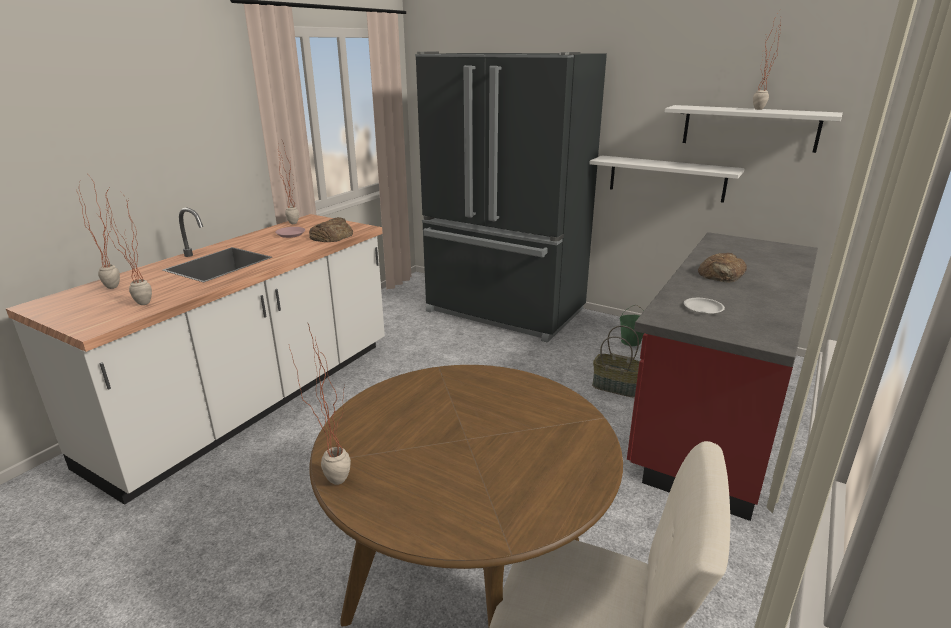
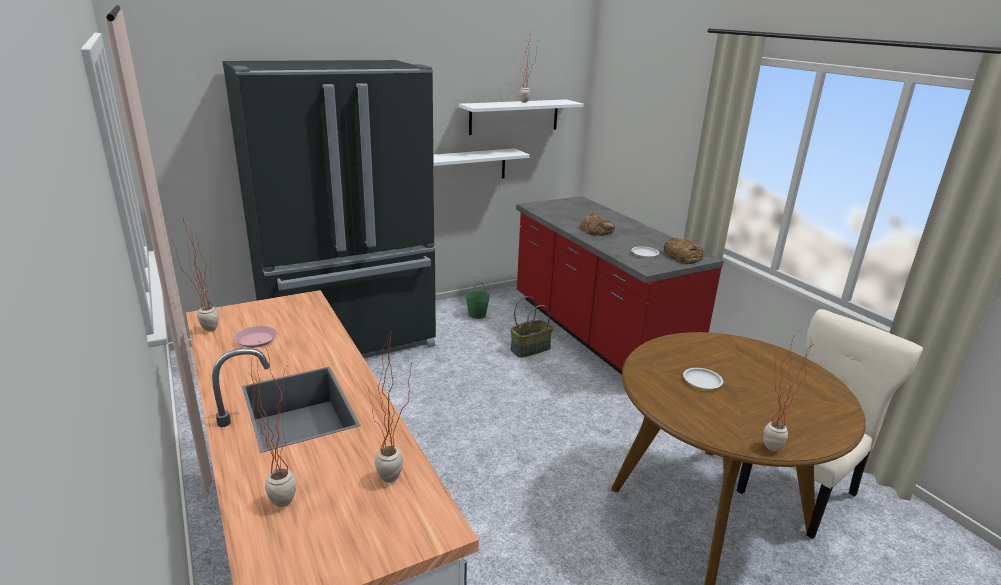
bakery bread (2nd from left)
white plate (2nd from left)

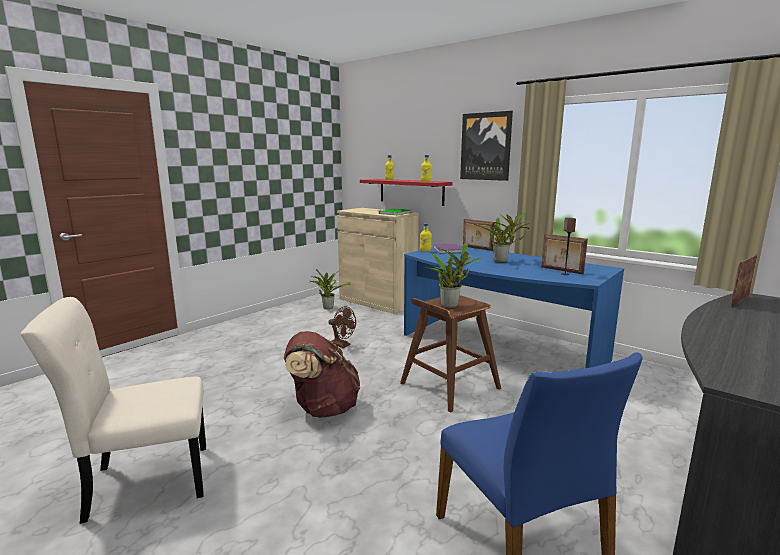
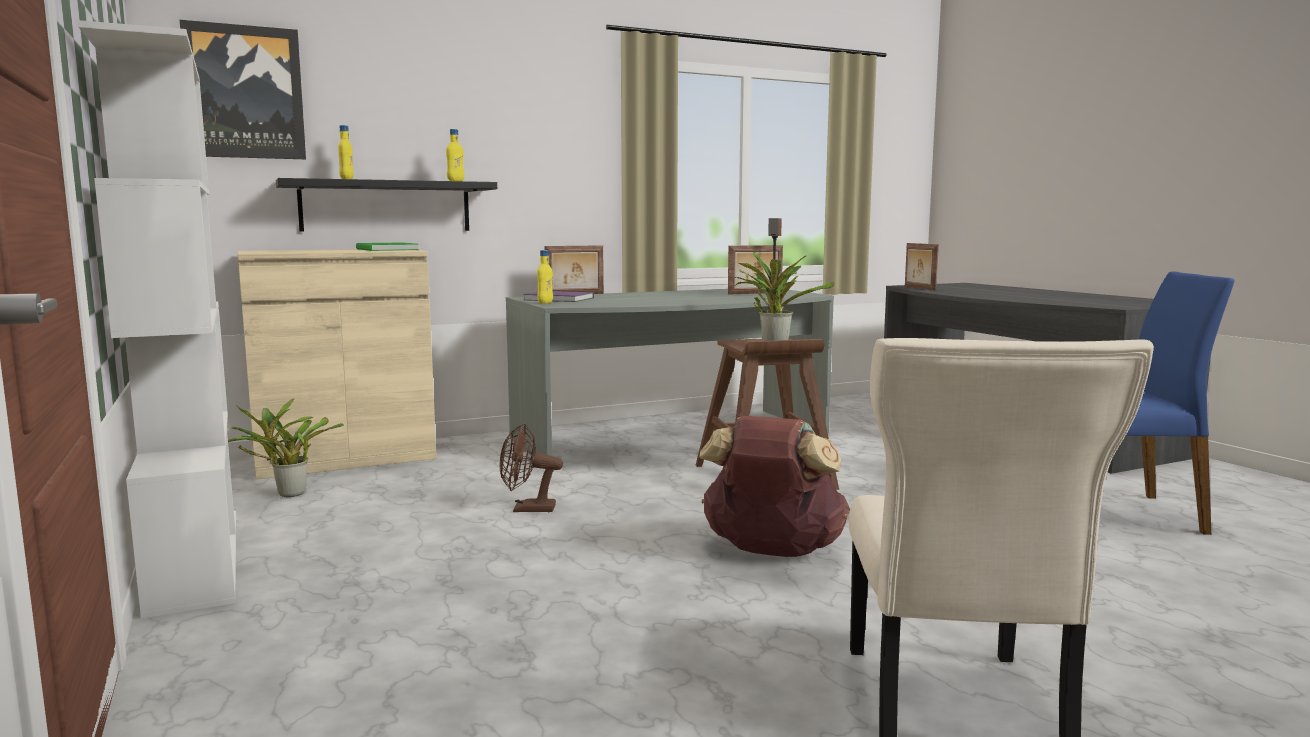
brownish fan
blackish bracket shelf
gray desk unit (1st from left)
picture
potted plant (3rd from left in the first image)
white bookshelf

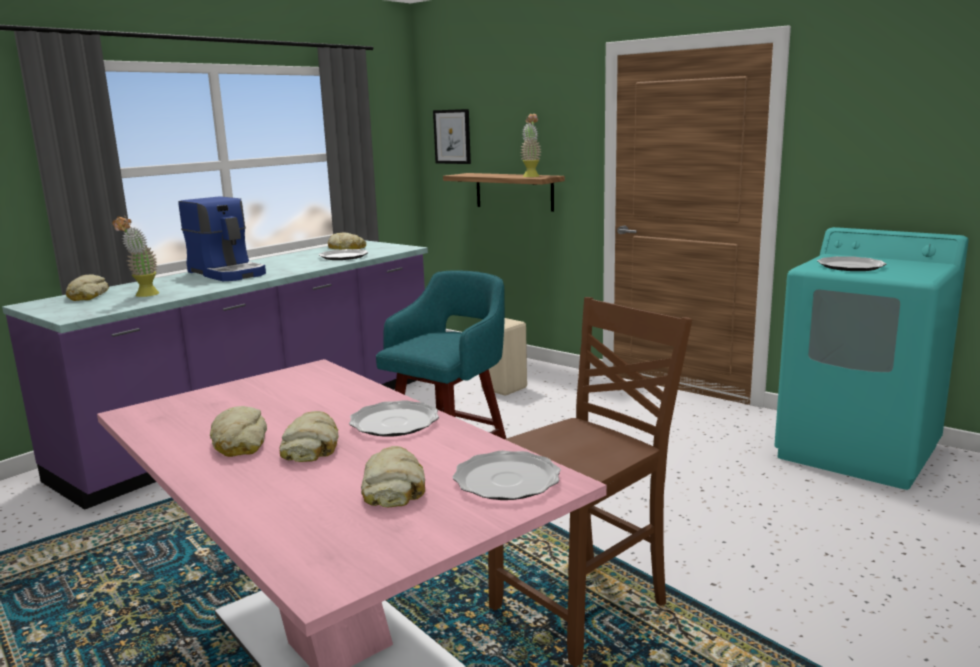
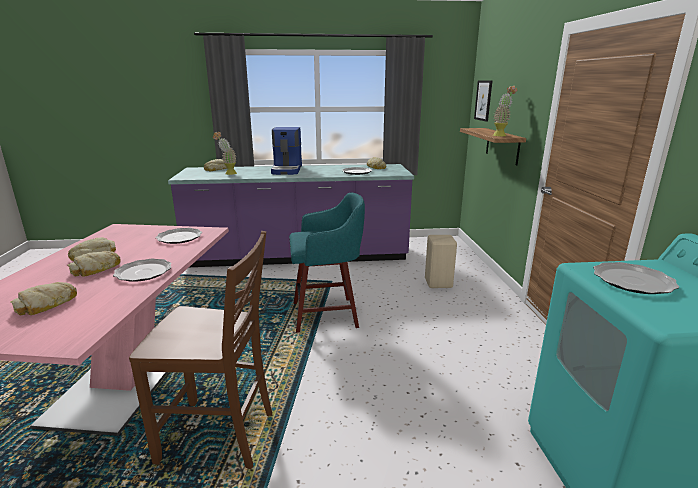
plate (2nd from left)

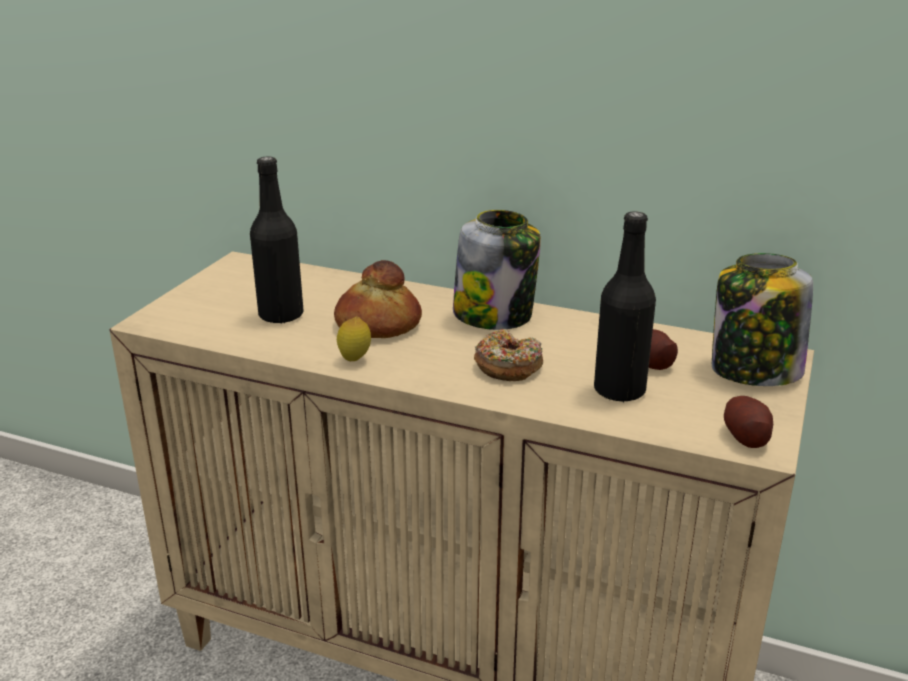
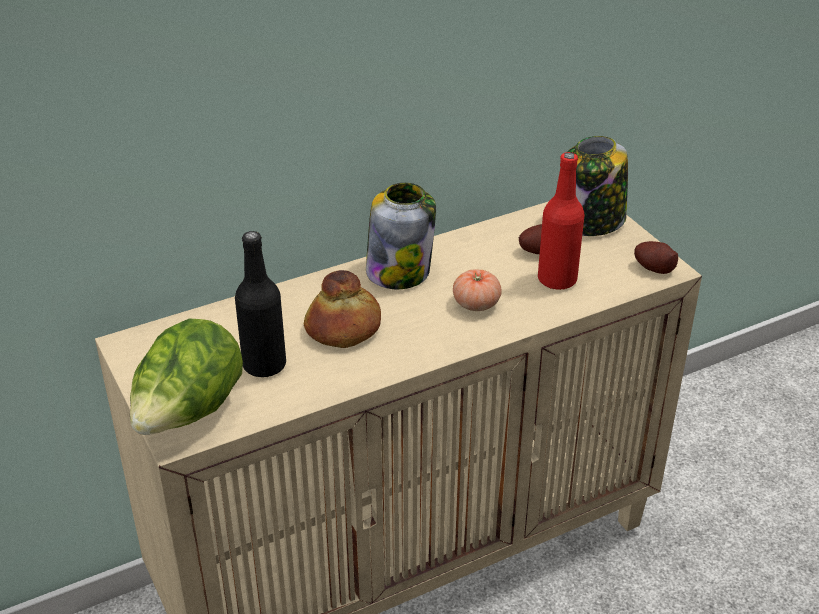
whole lemon
tomato
red-coloured bottle
lettuce head

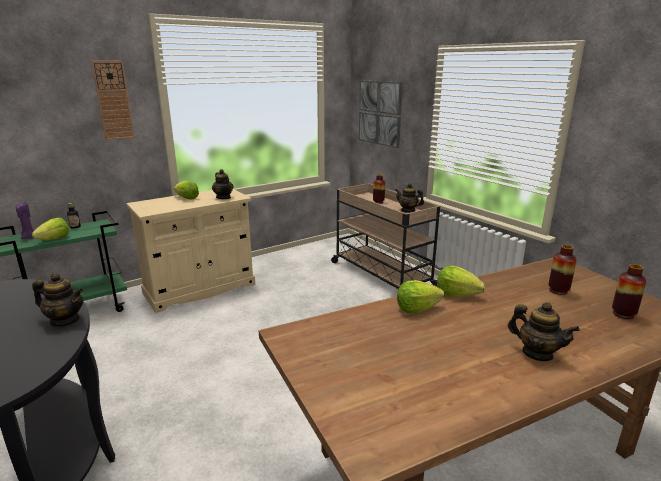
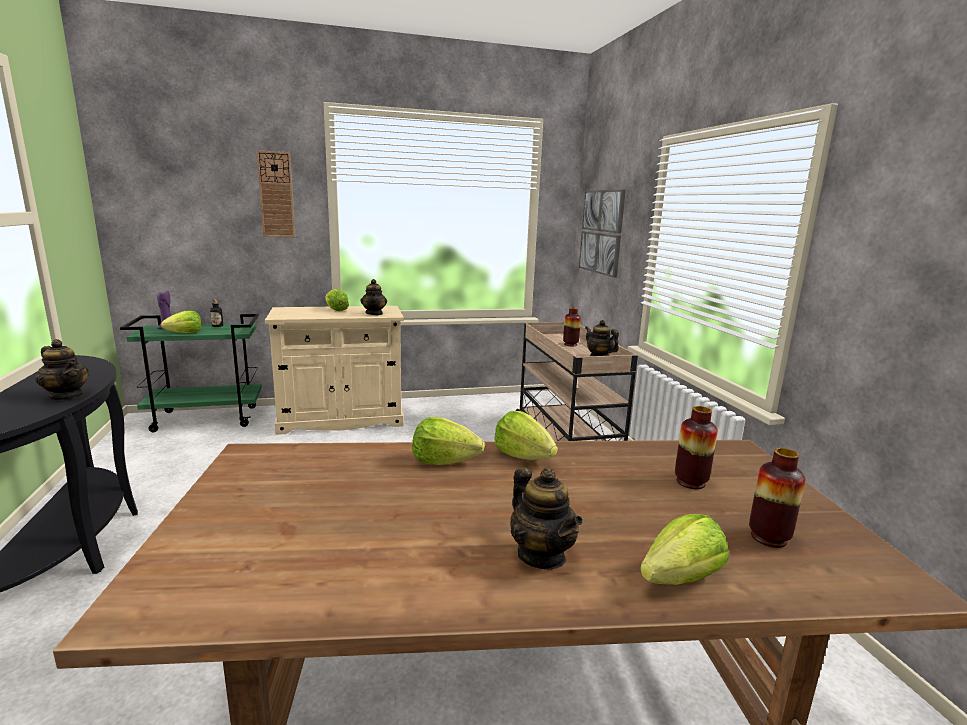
lettuce head (5th from left)

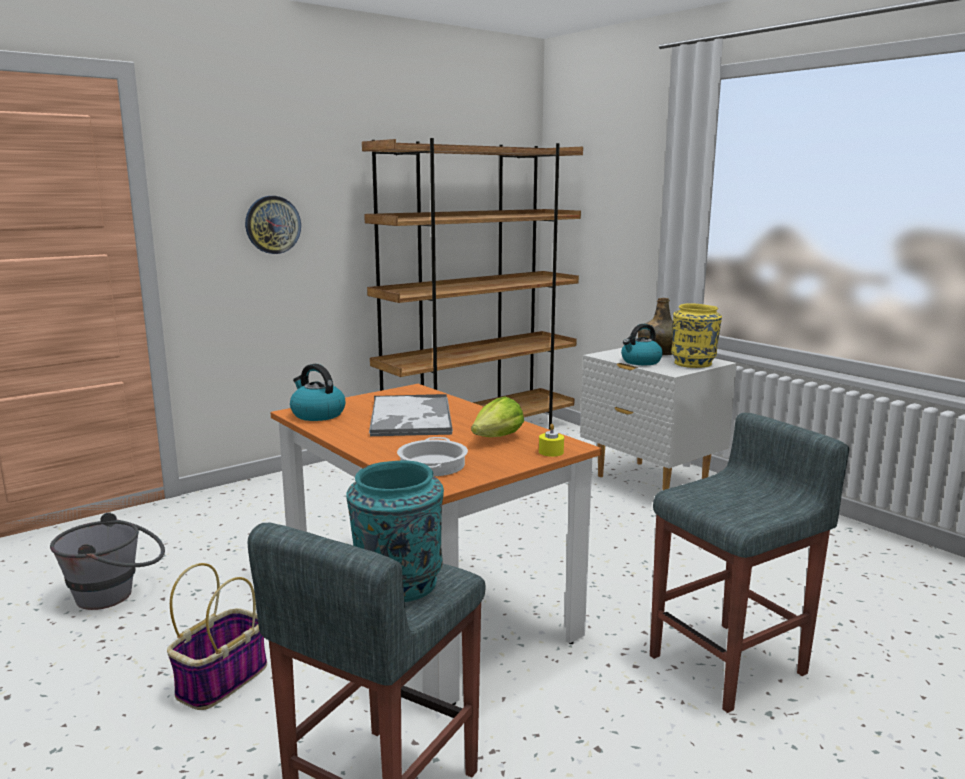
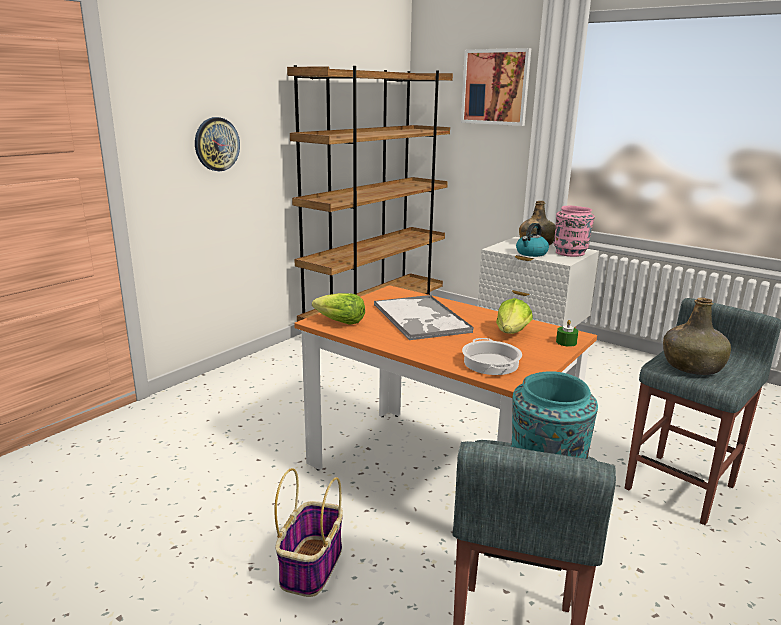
gray pail
lettuce head (1st from left)
green-coloured candle
pinkish flower vase
picture
green-coloured bottle (2nd from left)

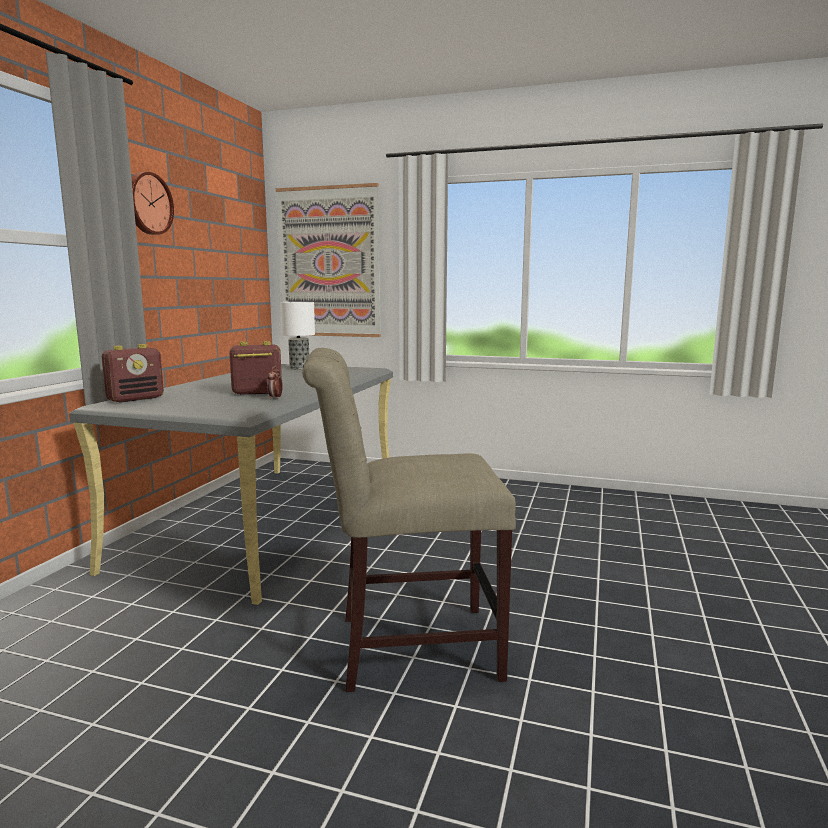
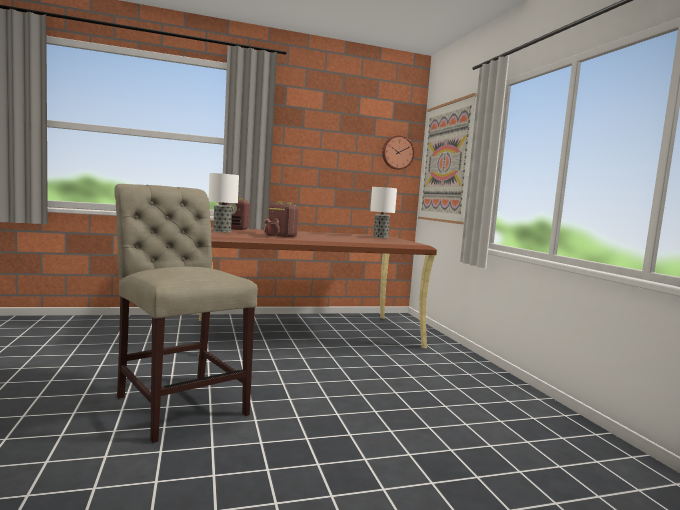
brownish desk unit
hanging clock
tabletop lamp (1st from left)

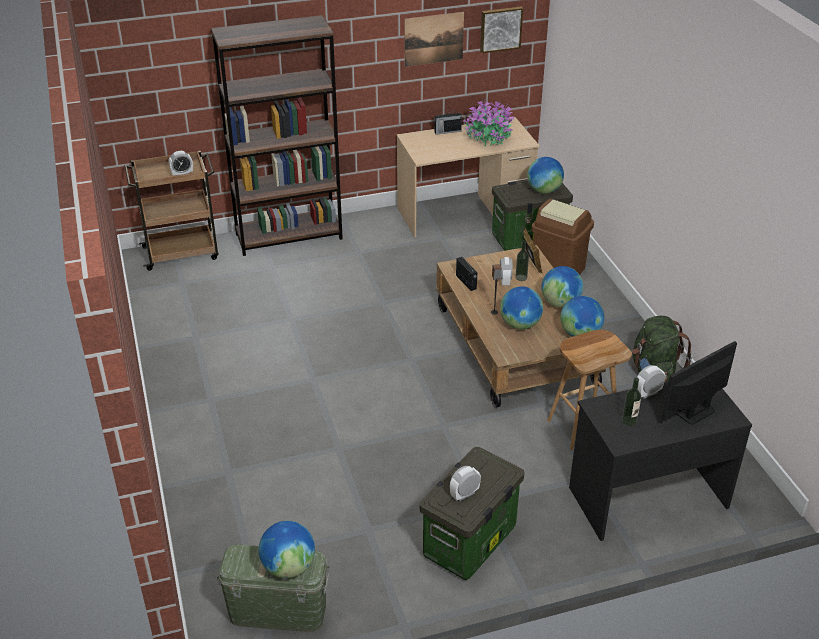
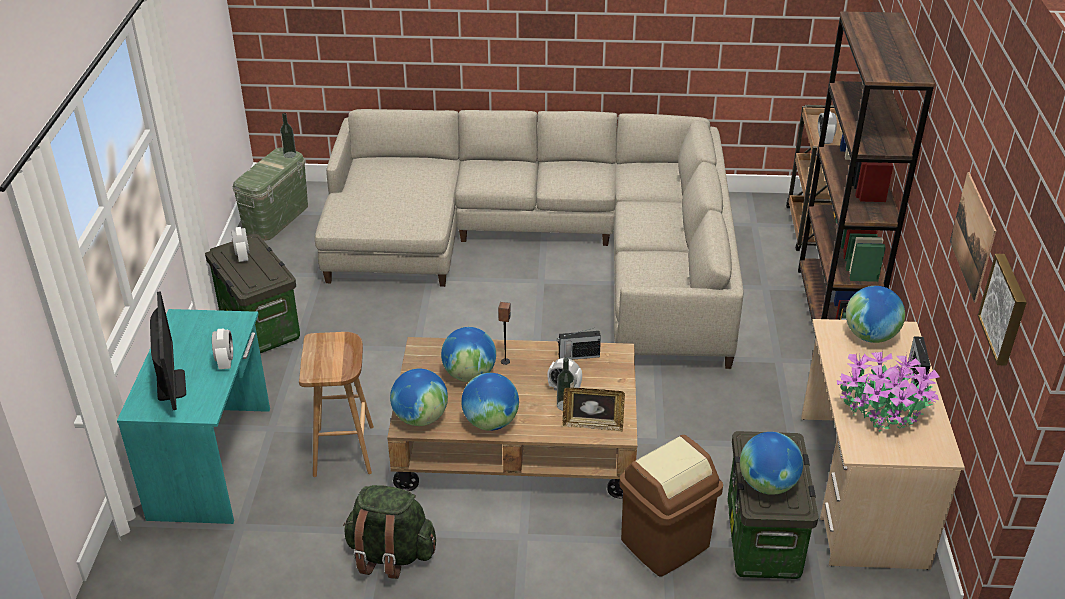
desk globe (5th from left)
turquoise desk unit
bottle (1st from left)
beige settee

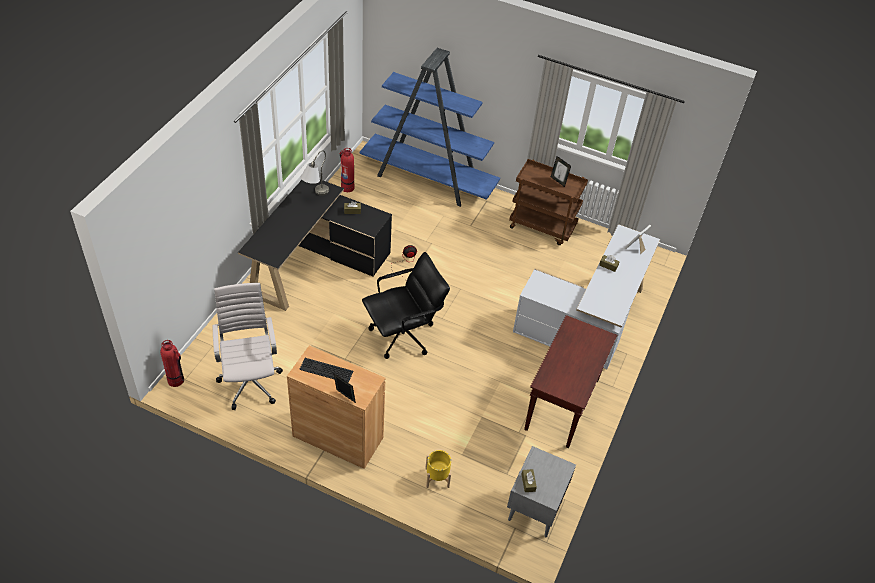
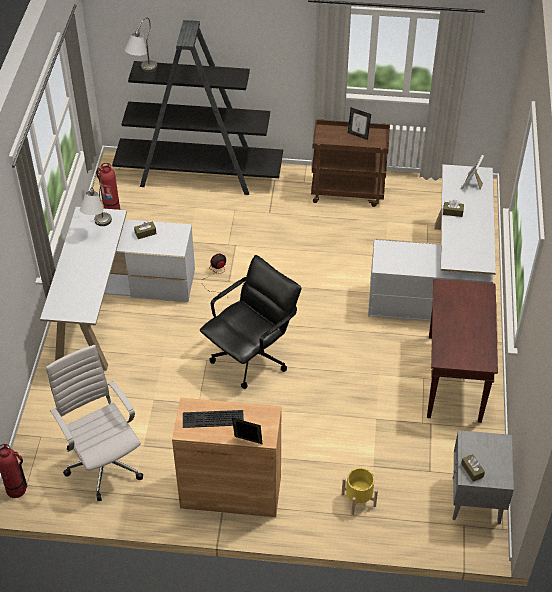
white desk unit (1st from left)
blackish bookshelf
gray tabletop lamp (2nd from left)

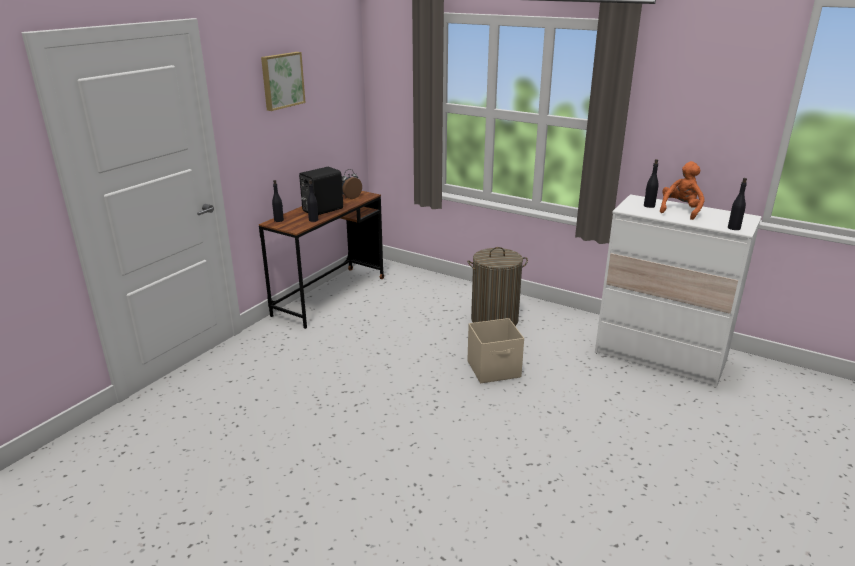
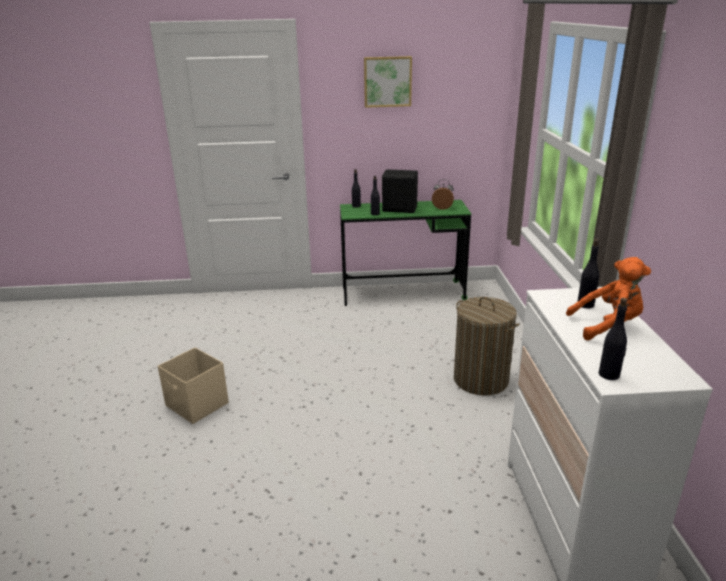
green-coloured desk unit
beige storage container

